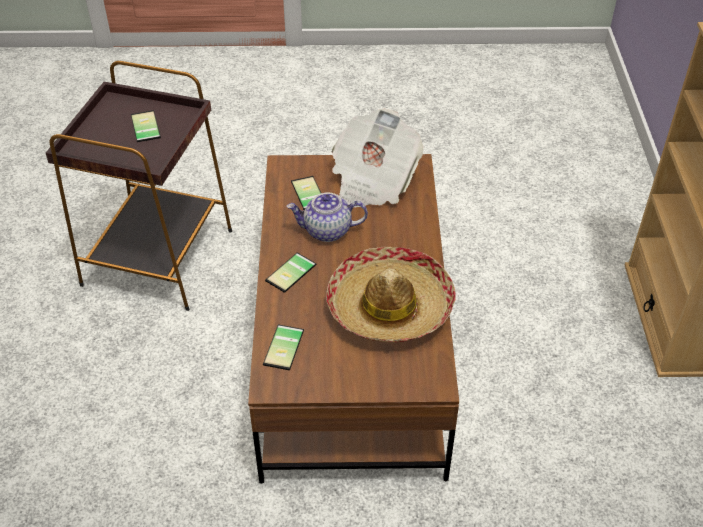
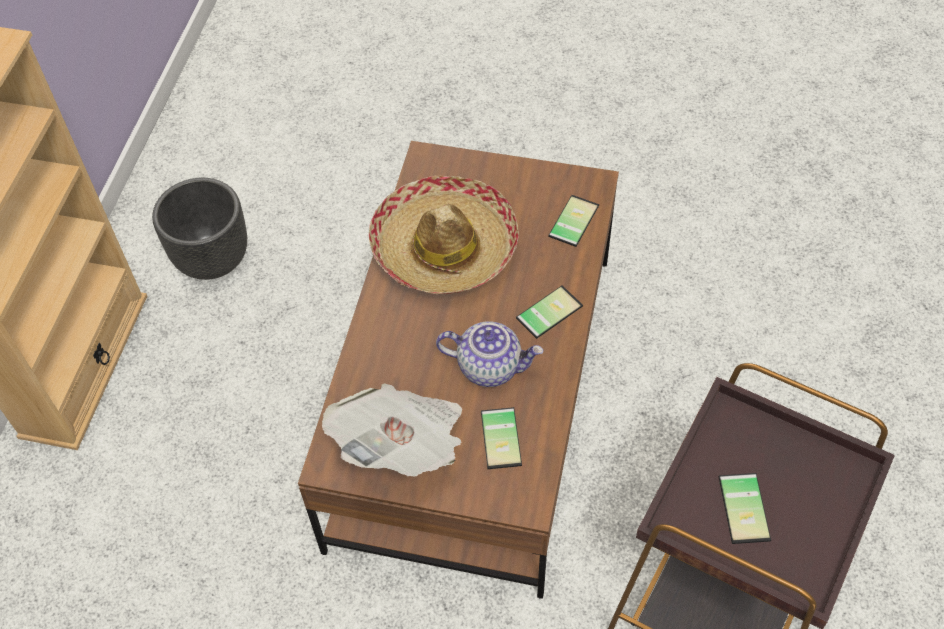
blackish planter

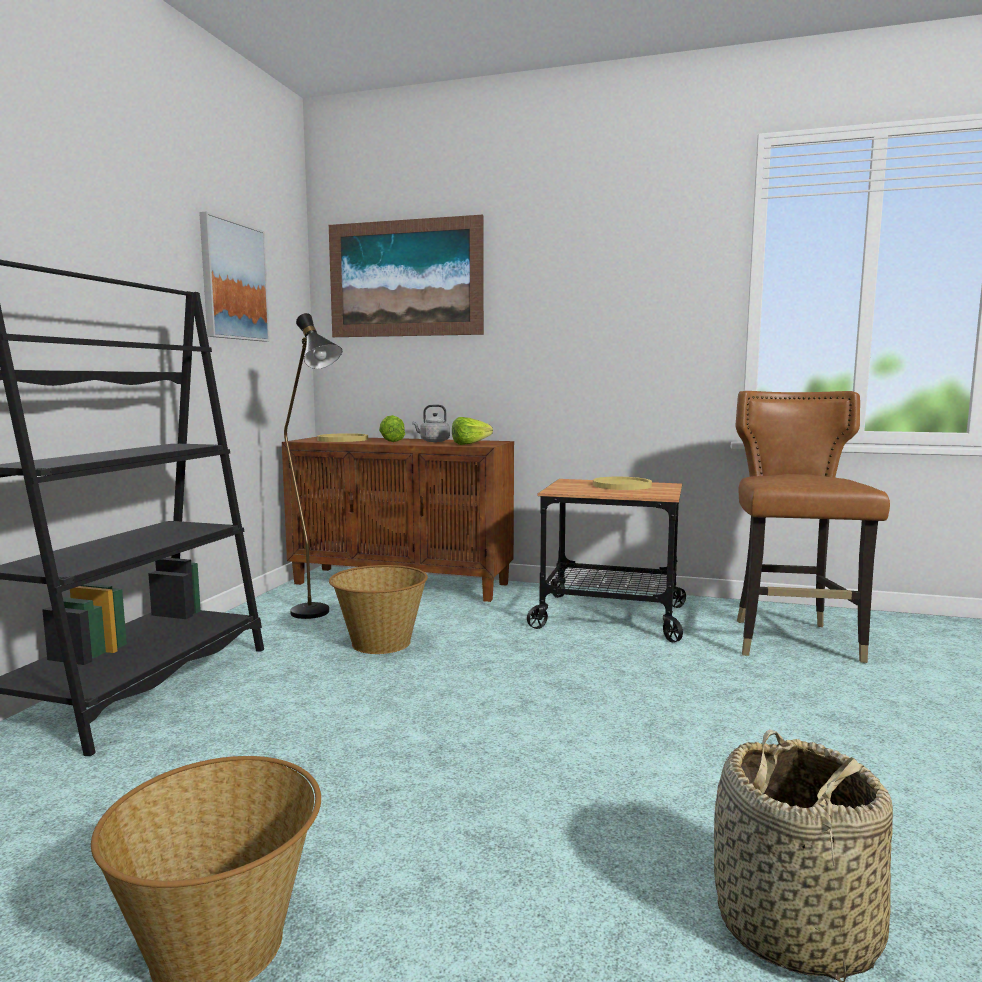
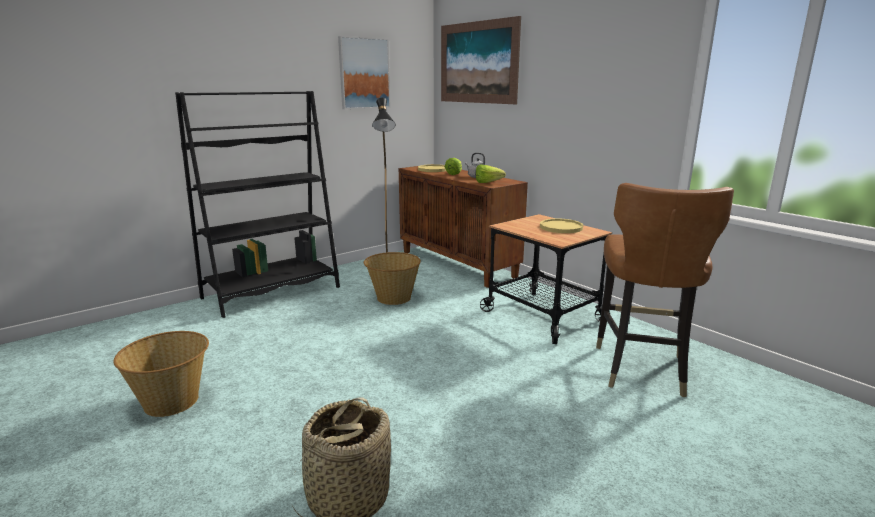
brownish chair

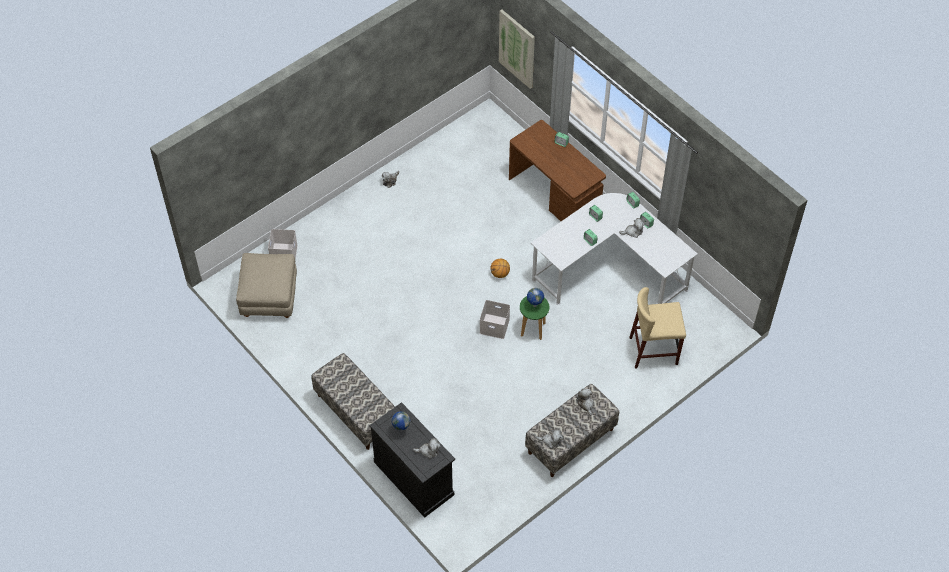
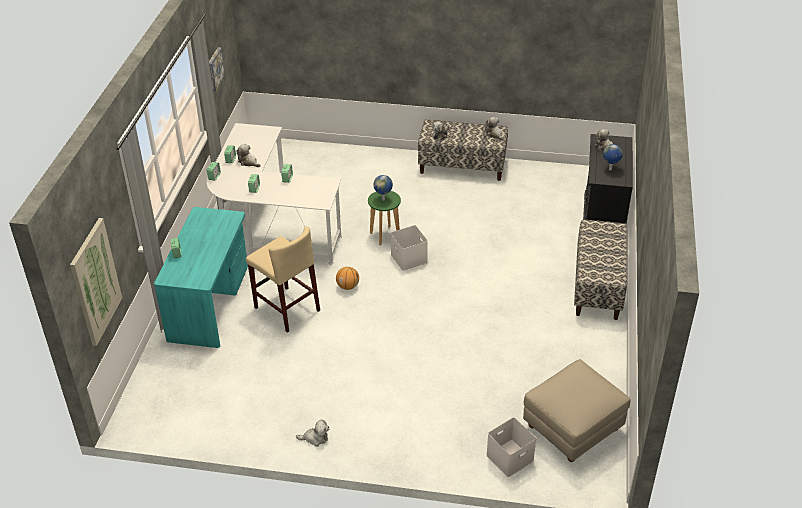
turquoise desk unit
beige sitting stool
picture (2nd from left)

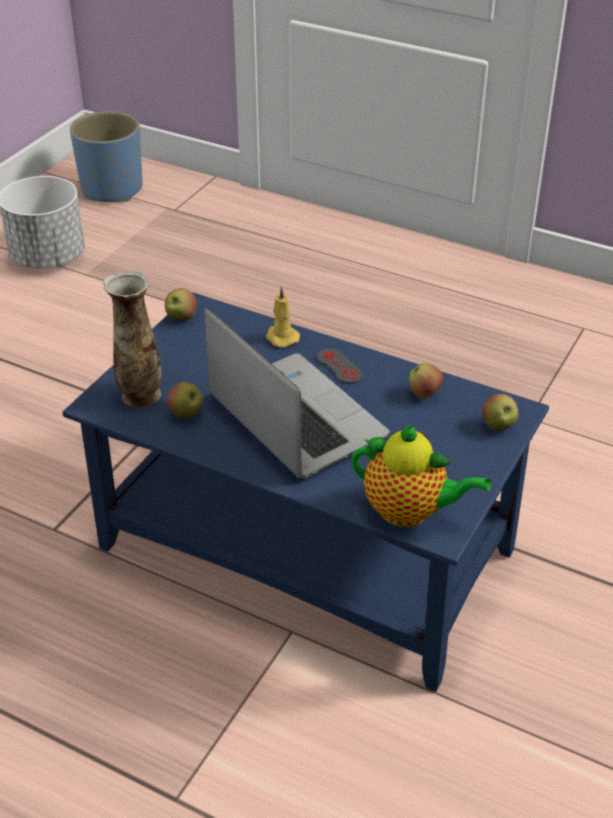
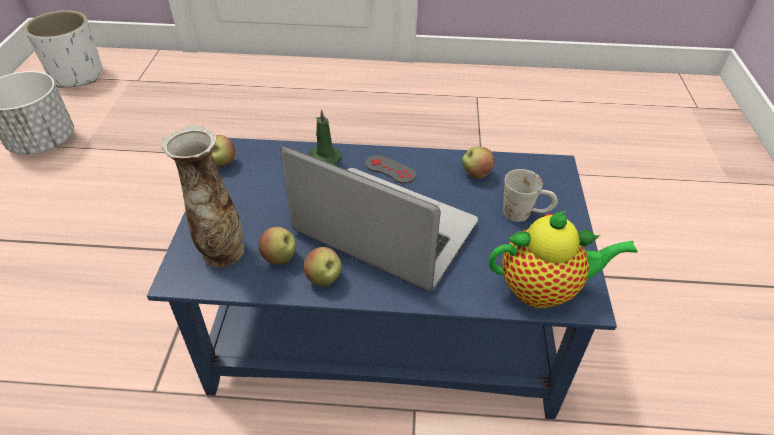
white planter (2nd from left)
green-coloured candle
apple (3rd from left)
white coffee mug

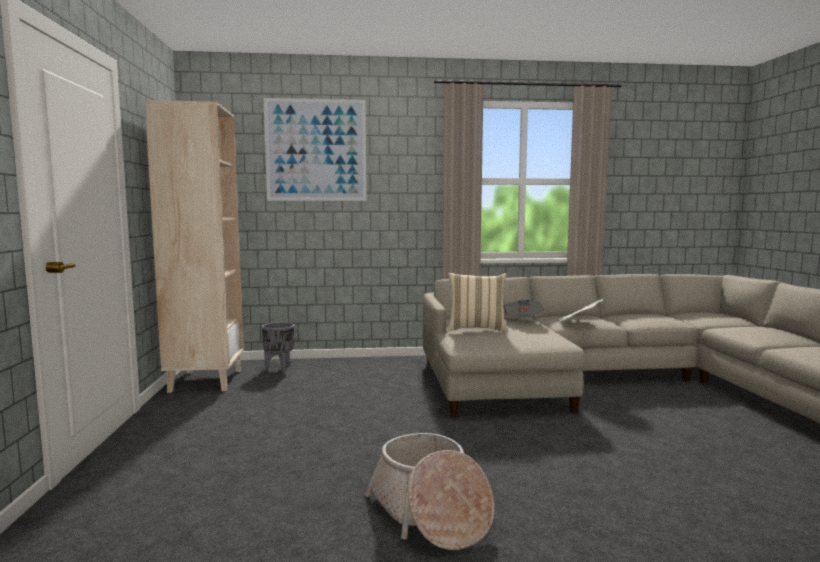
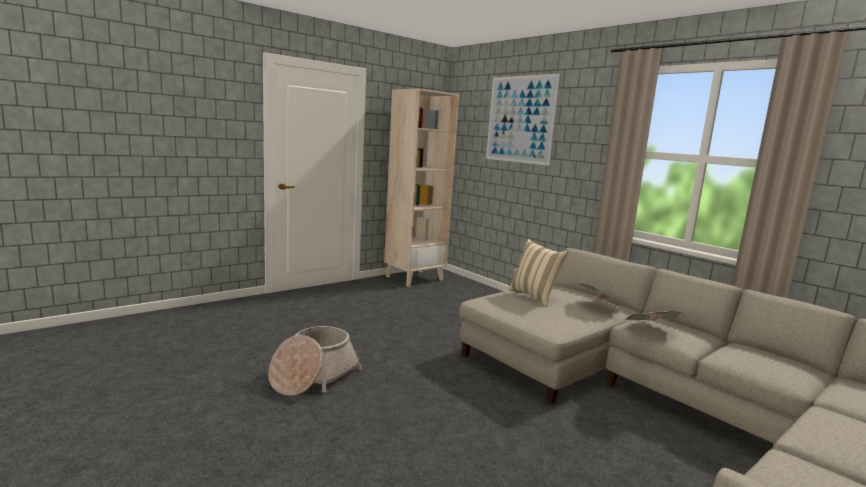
gray planter

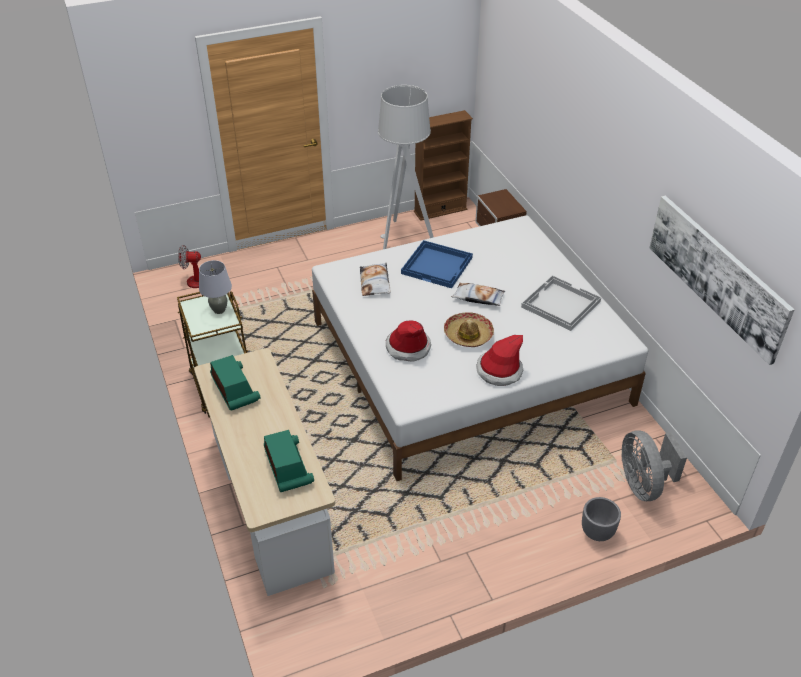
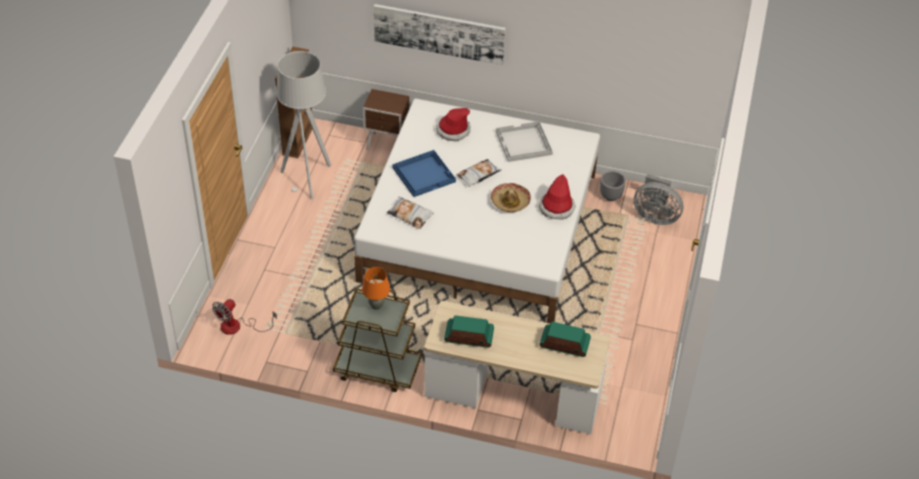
orange-coloured tabletop lamp
clothing hat (1st from left)
gray planter
picture

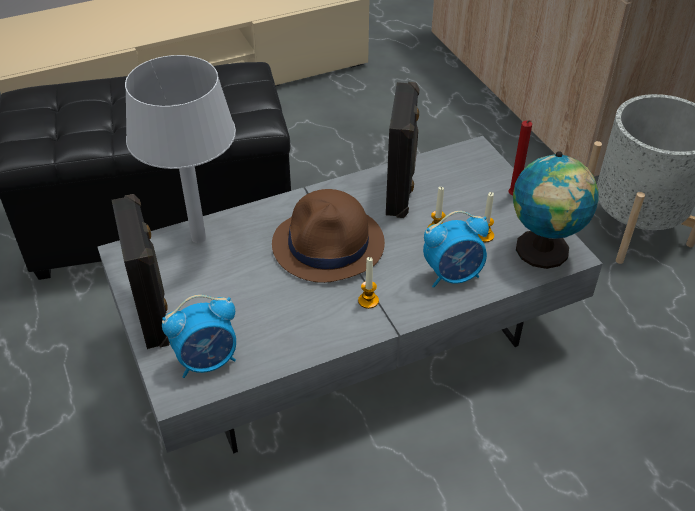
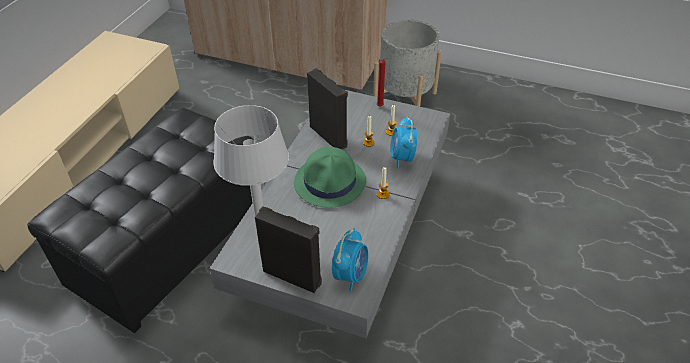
green-coloured clothing hat
bedside clock (2nd from left)
desk globe

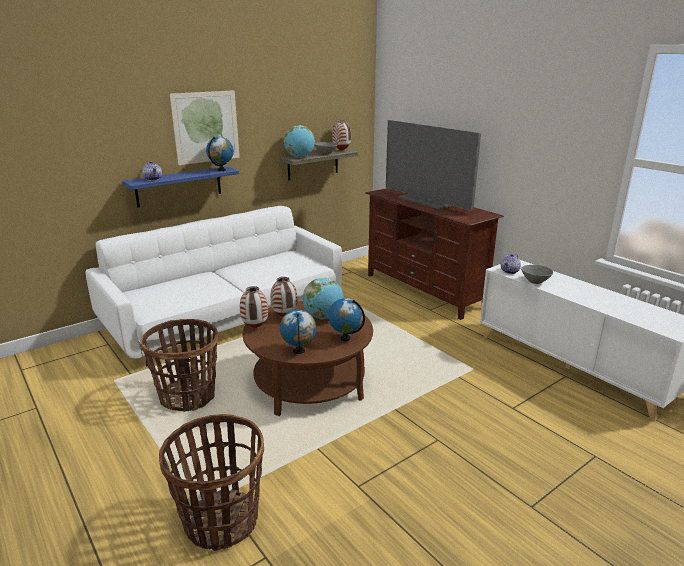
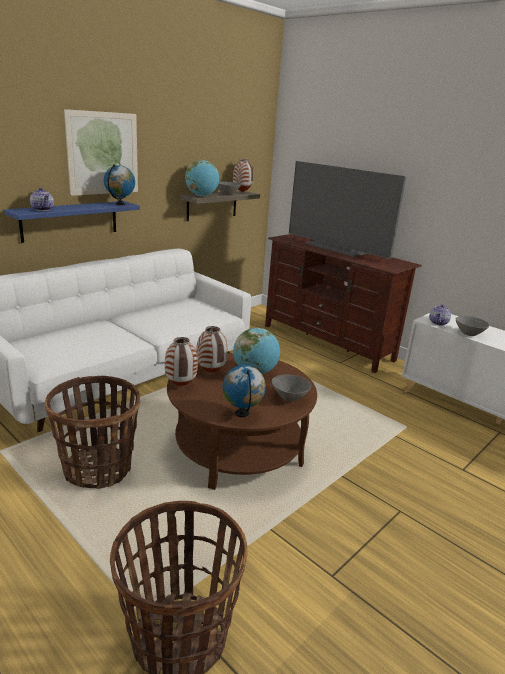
gray serving bowl (2nd from left)

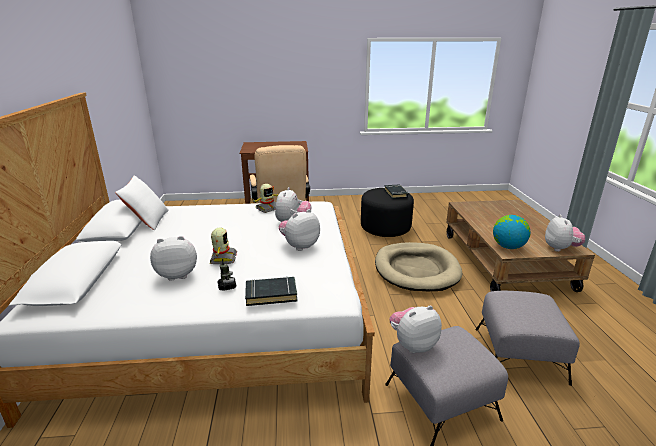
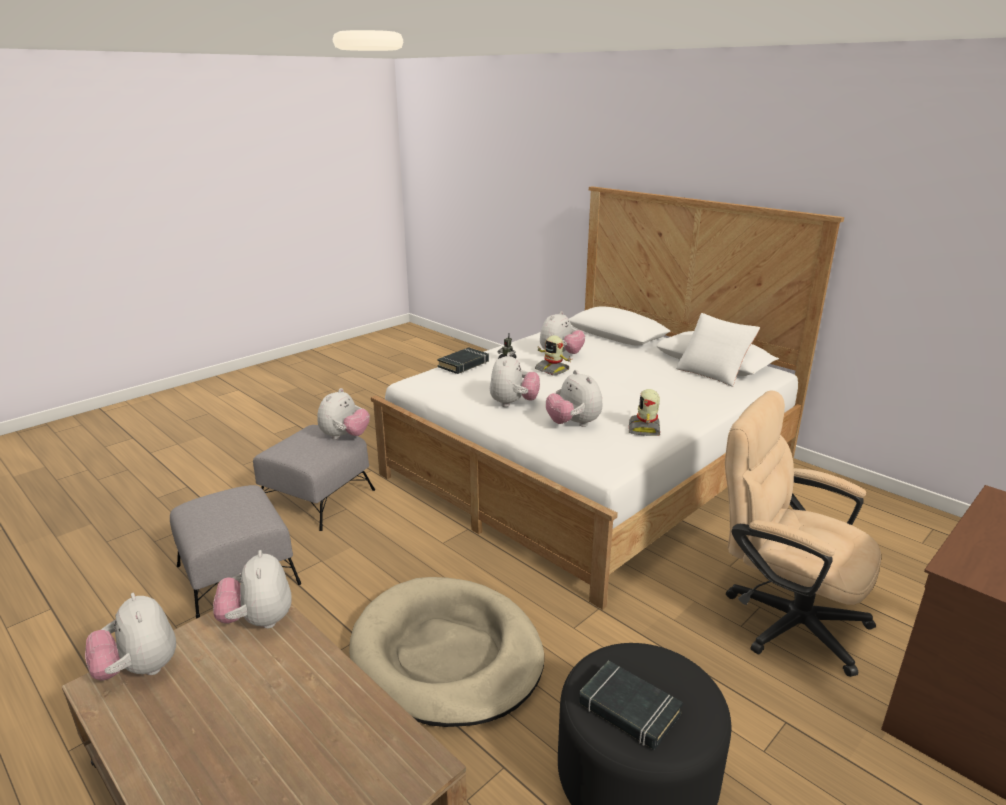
cuddly toy (2nd from left)

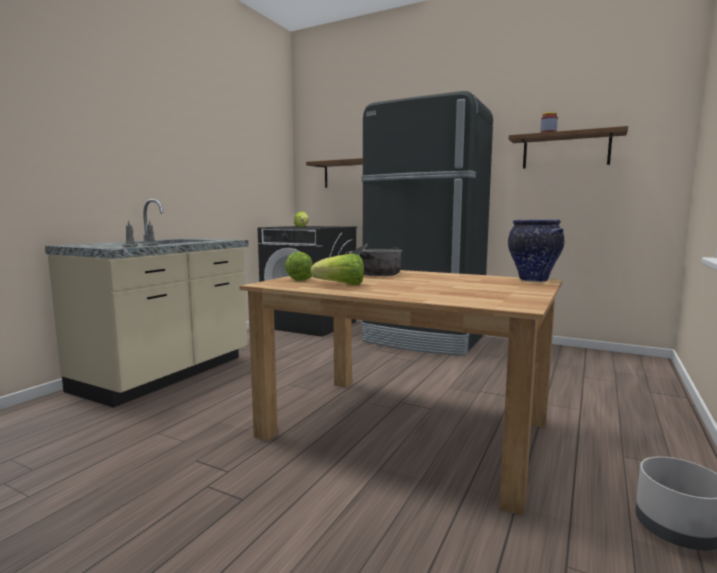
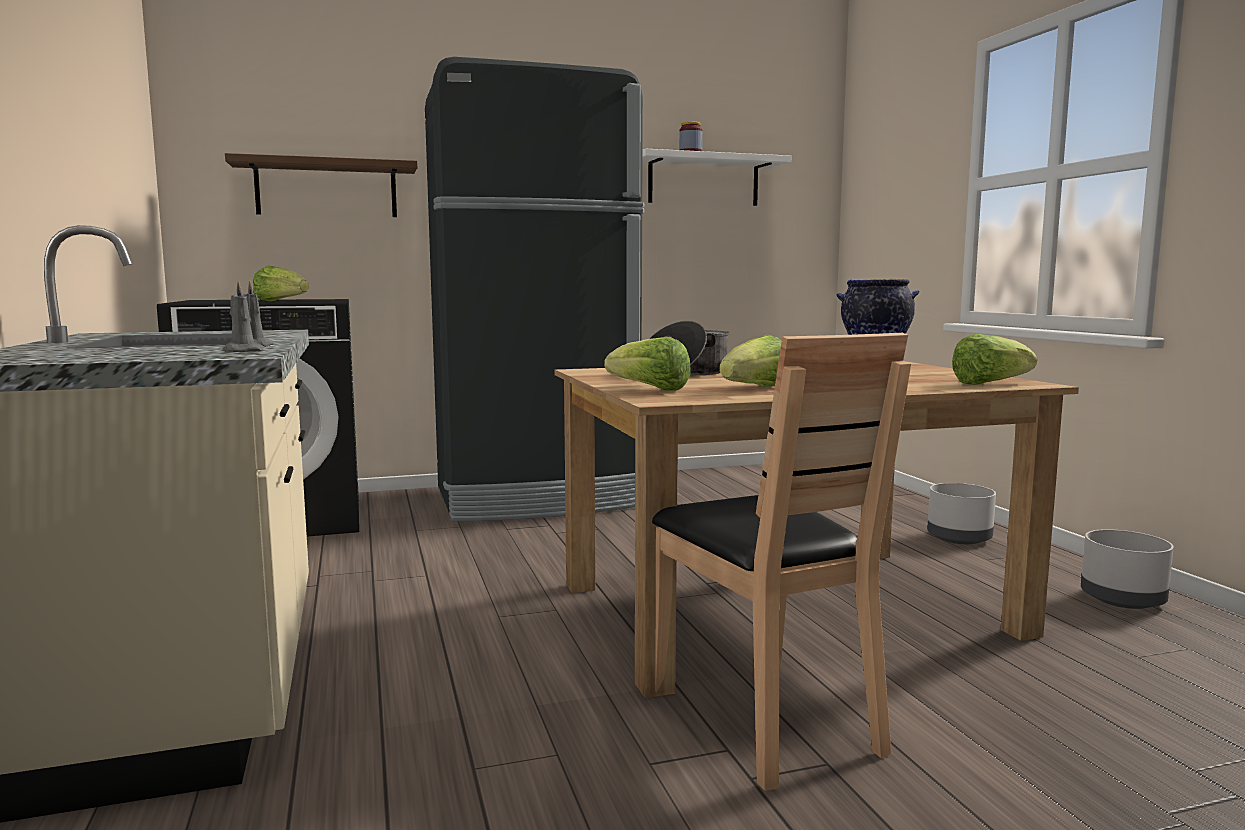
white bracket shelf
brownish chair
gray planter (1st from left)
lettuce head (4th from left)

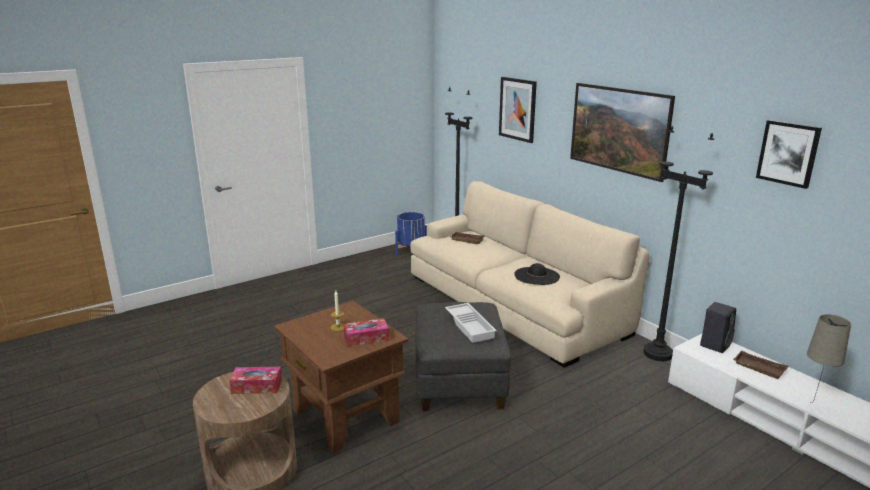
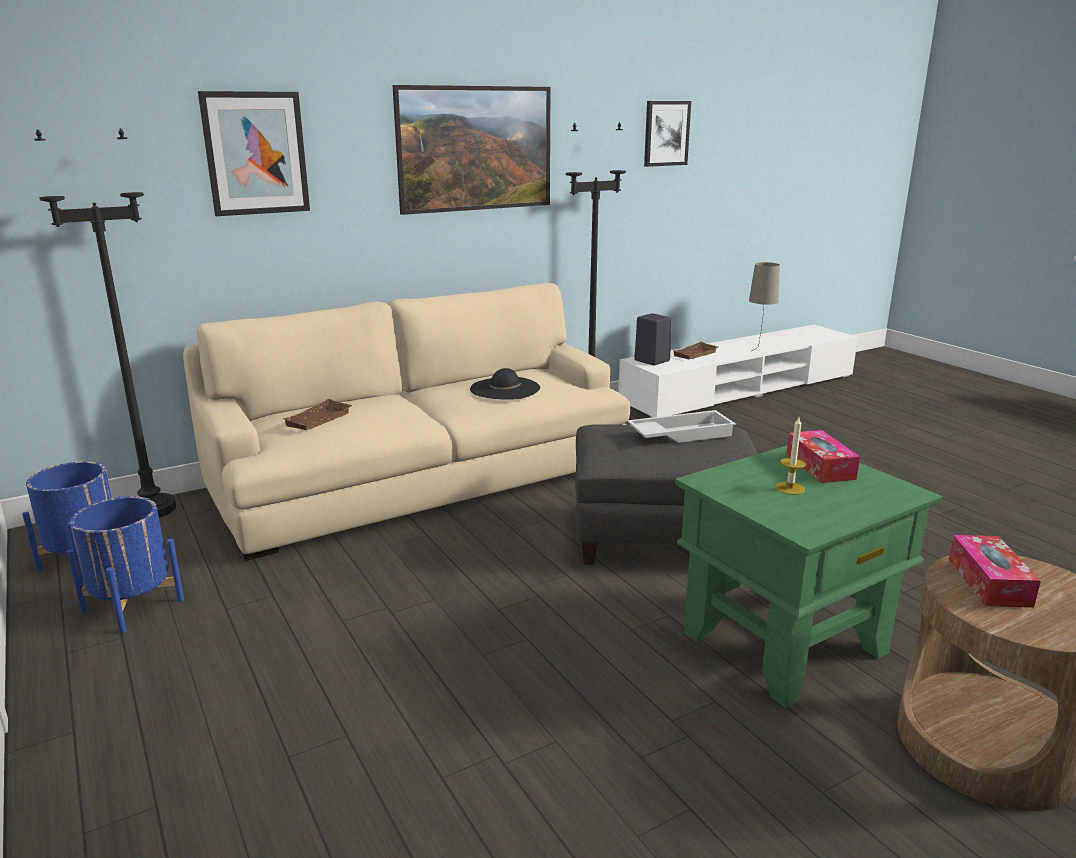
green-coloured side table
blue-coloured planter (2nd from left)

